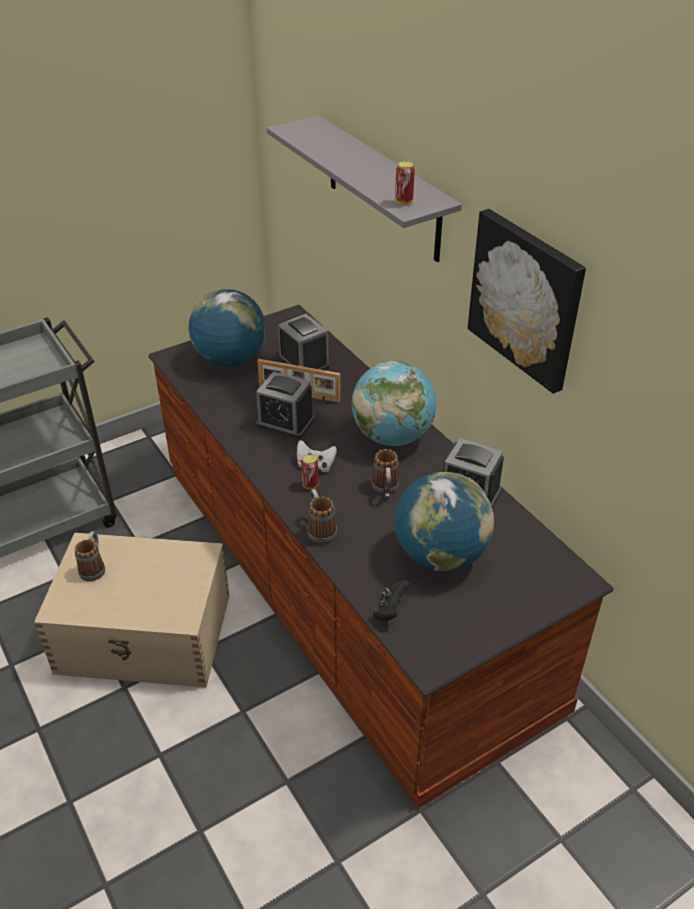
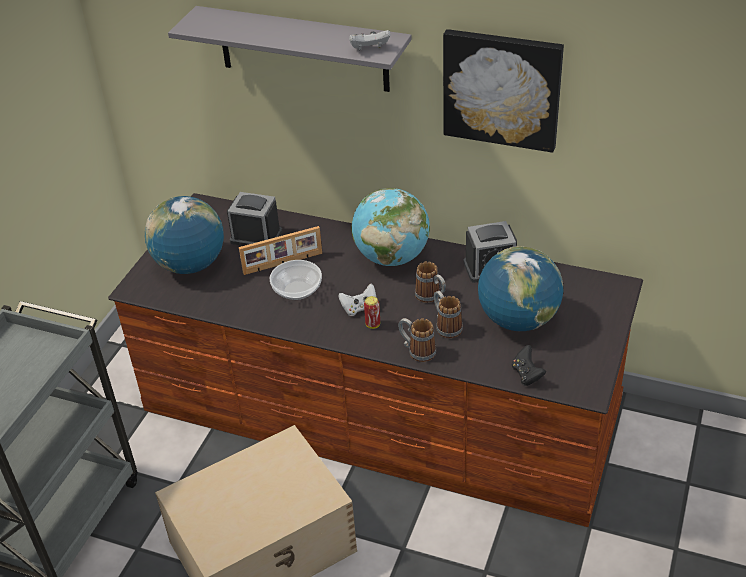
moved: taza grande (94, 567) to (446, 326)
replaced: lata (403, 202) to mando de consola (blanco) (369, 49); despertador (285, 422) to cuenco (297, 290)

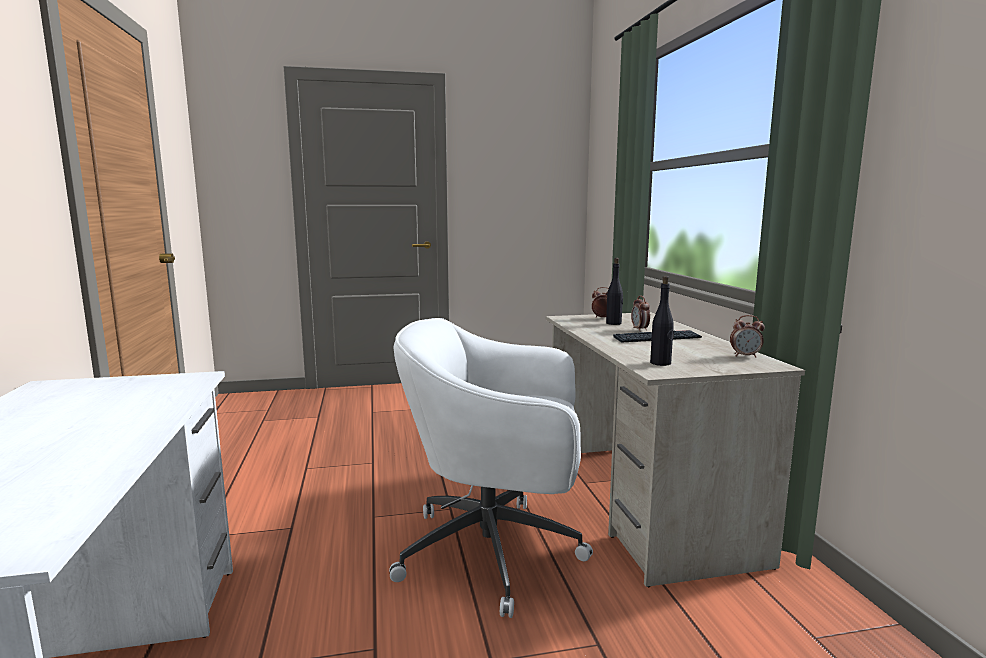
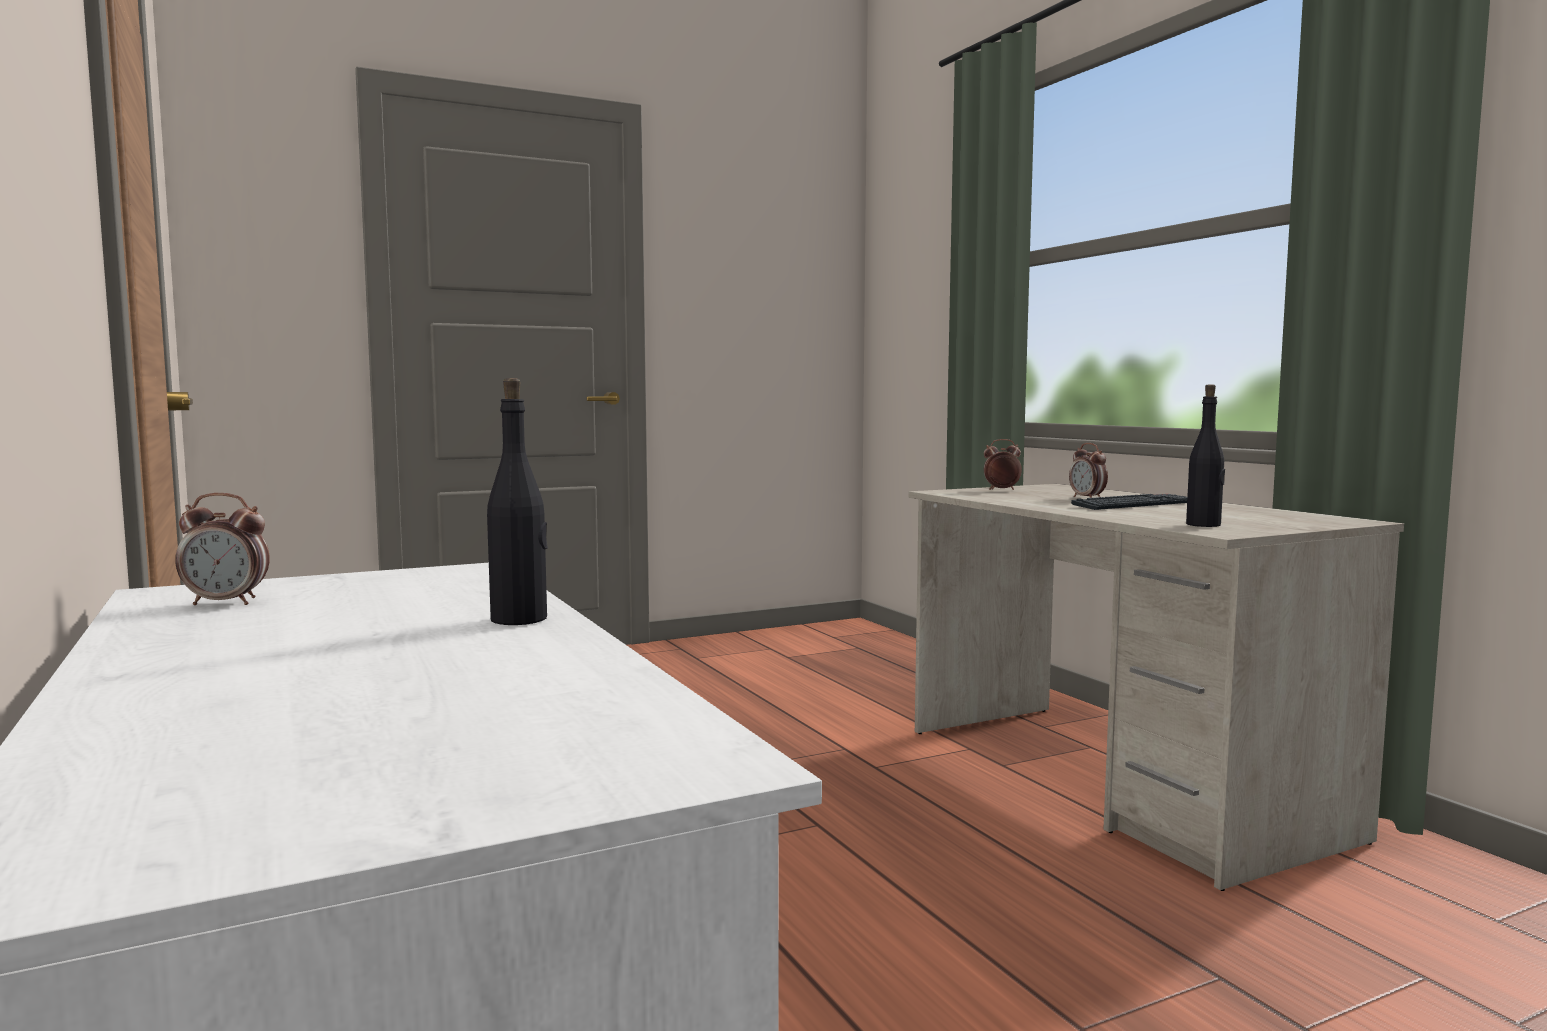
removed: silla de oficina (blanco) (495, 552)
moved: botella (negro) (614, 323) to (520, 619); despertador (745, 356) to (226, 603)

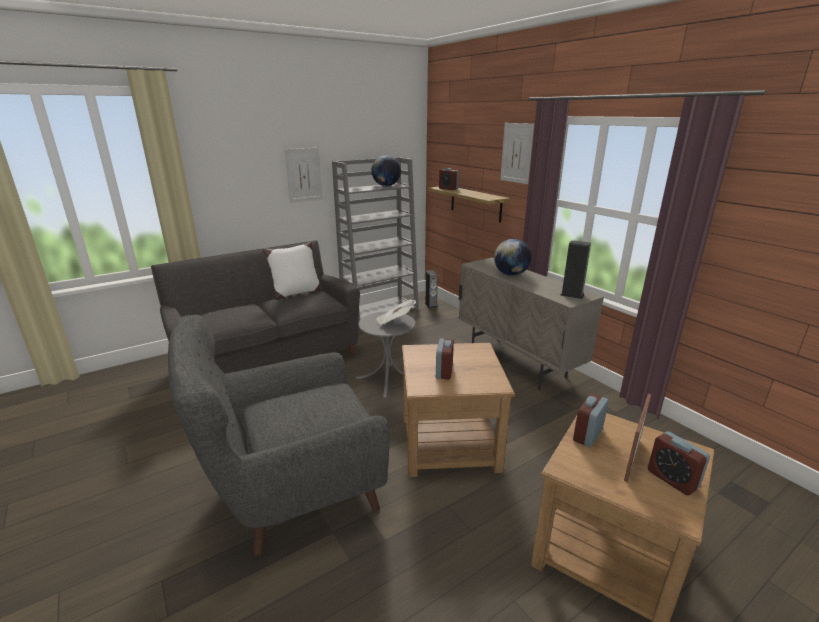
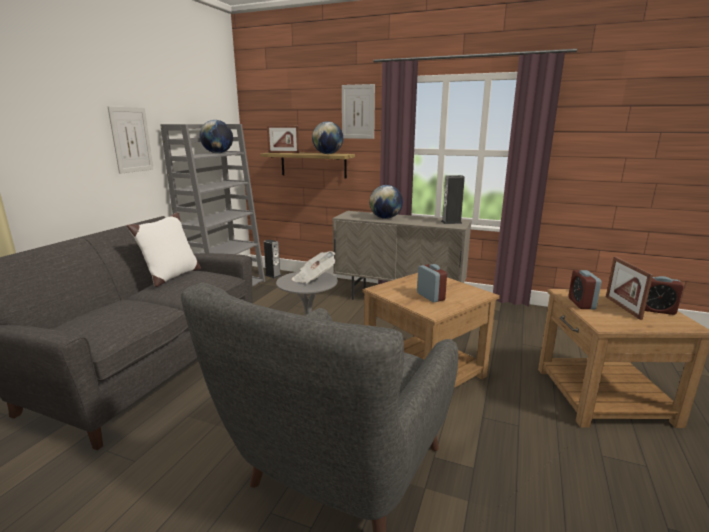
added: globo terráqueo (328, 154)
replaced: despertador (448, 189) to portarretratos (283, 152)

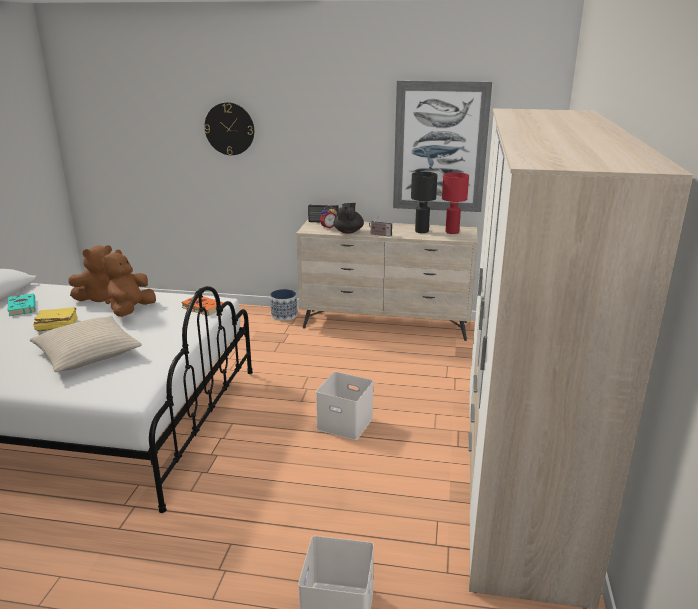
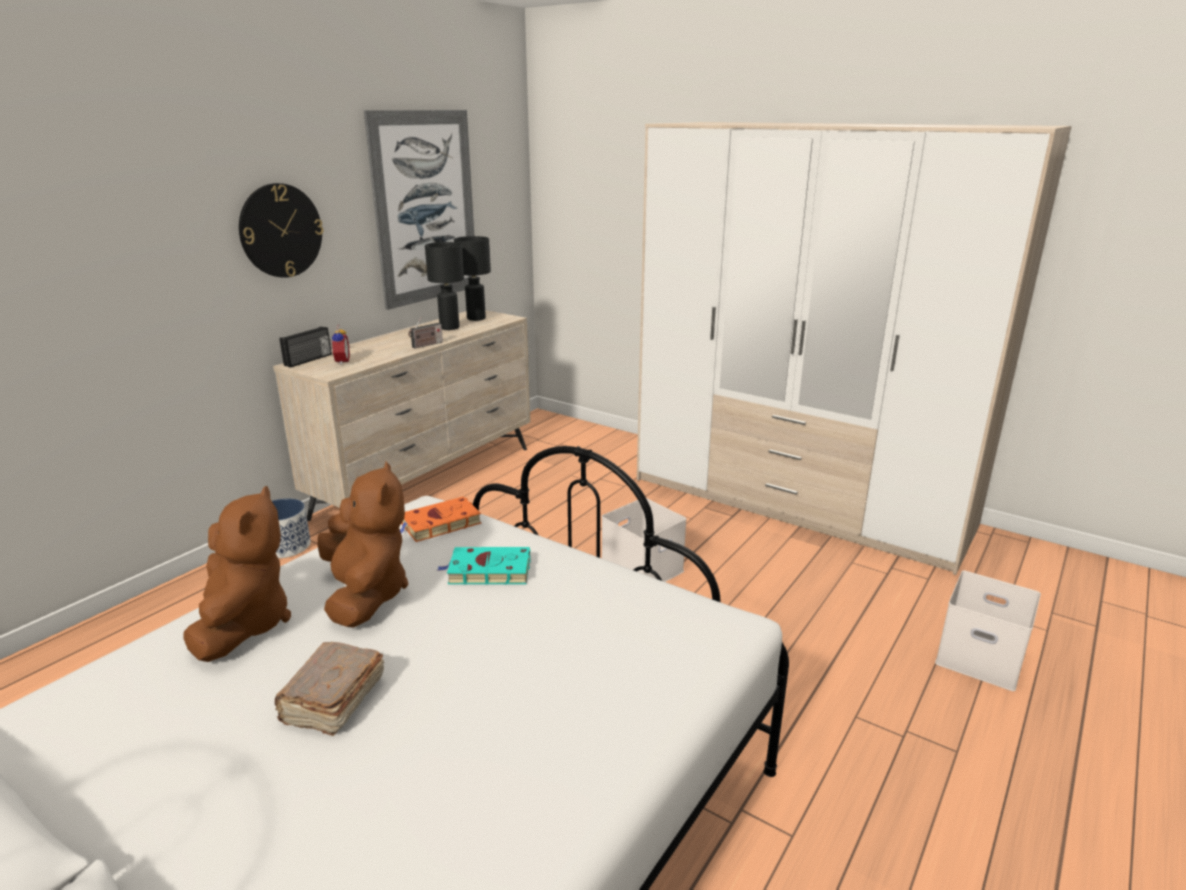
removed: tetera (negro) (348, 231); cojín (beis) (87, 354)
moved: reloj de pared (229, 129) to (281, 231); libro (turquesa) (22, 307) to (487, 571)
recoloured: lámpara de mesa (rojo) (452, 232) to lámpara de mesa (negro) (476, 318); libro (amarillo) (56, 326) to libro (marrón) (332, 701)
turned: peluche (marrón) (131, 311) = (366, 595) 150 degrees counterclockwise

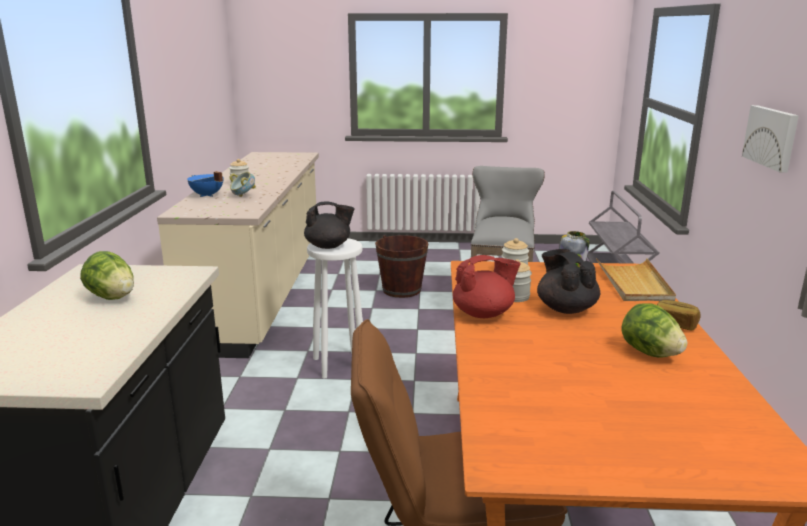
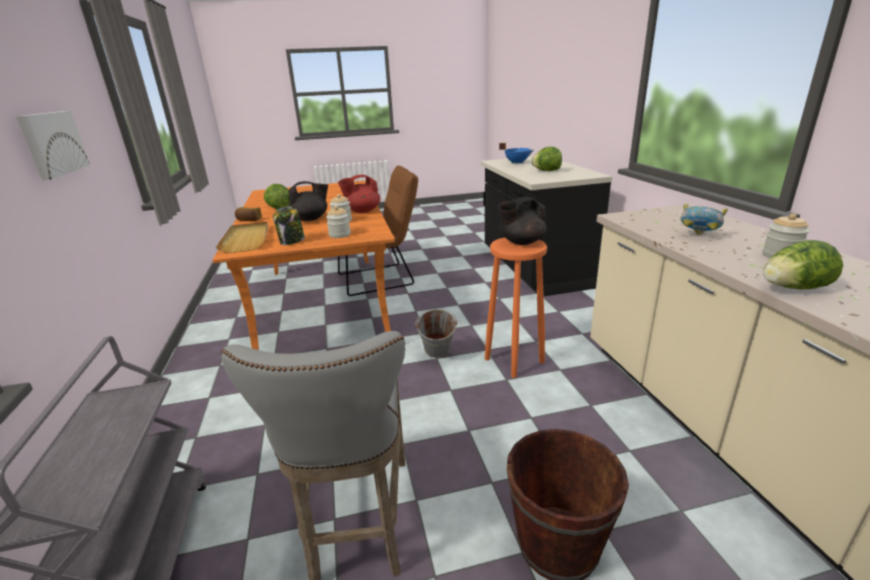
added: lechuga (793, 288); cubo (gris) (437, 357)
moved: olla (azul) (206, 195) to (517, 163)
recoloured: taburete (blanco) (339, 365) to taburete (naranja) (513, 360)
turned: tetera (negro) (565, 308) = (311, 219) 75 degrees counterclockwise

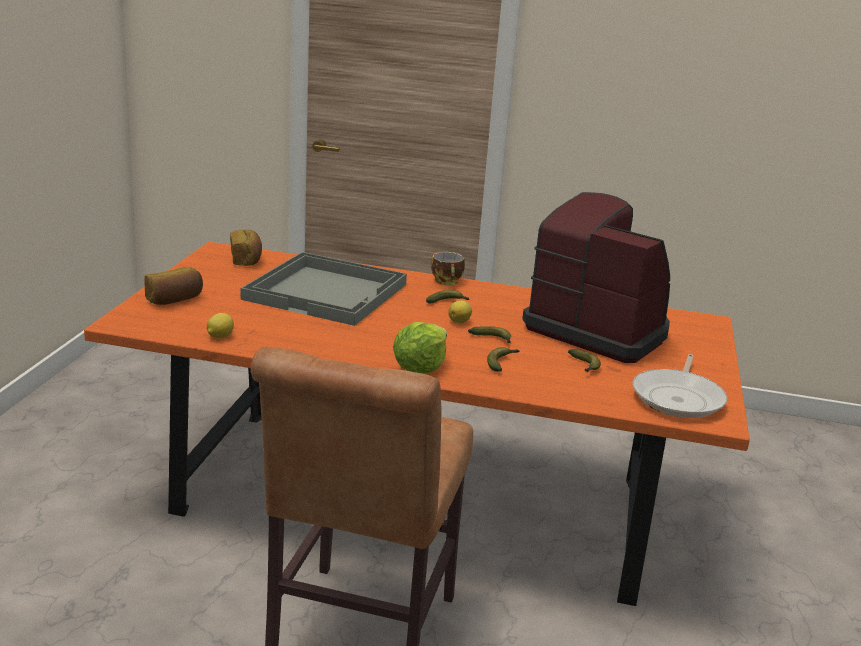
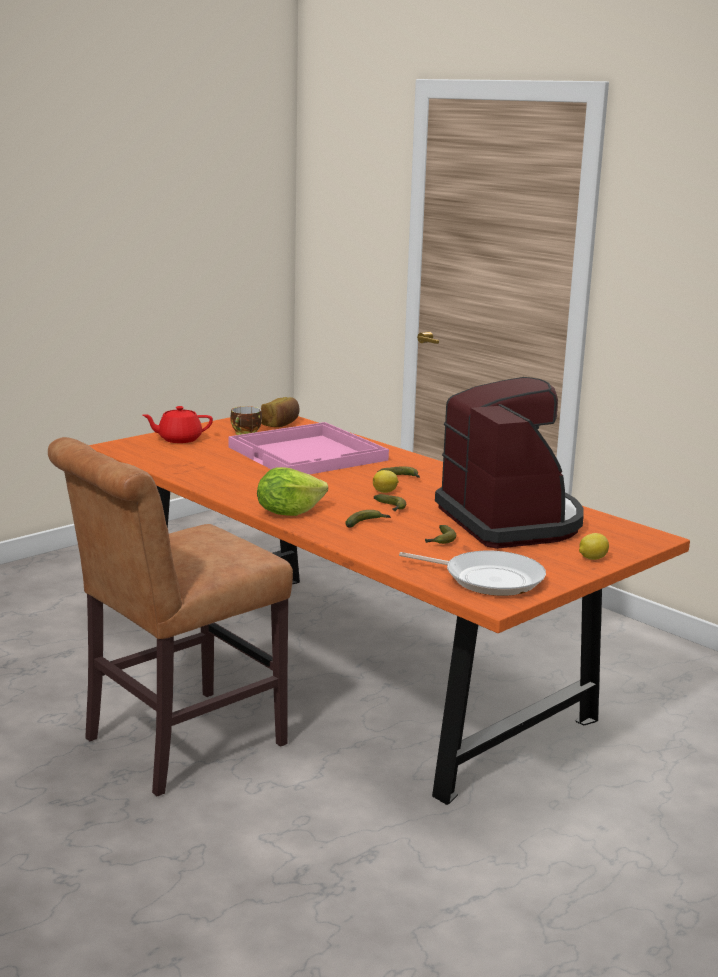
moved: taza (448, 282) to (246, 434); limón (219, 337) to (592, 558)
replaced: pan (175, 299) to tetera (rojo) (179, 439)
recoloured: bandeja (gris) (328, 291) to bandeja (rosa) (309, 454)
turned: sartén (679, 398) = (488, 579) 120 degrees counterclockwise

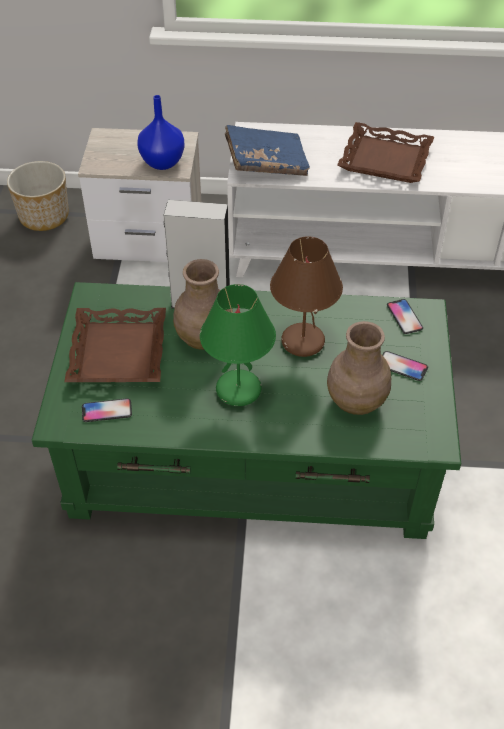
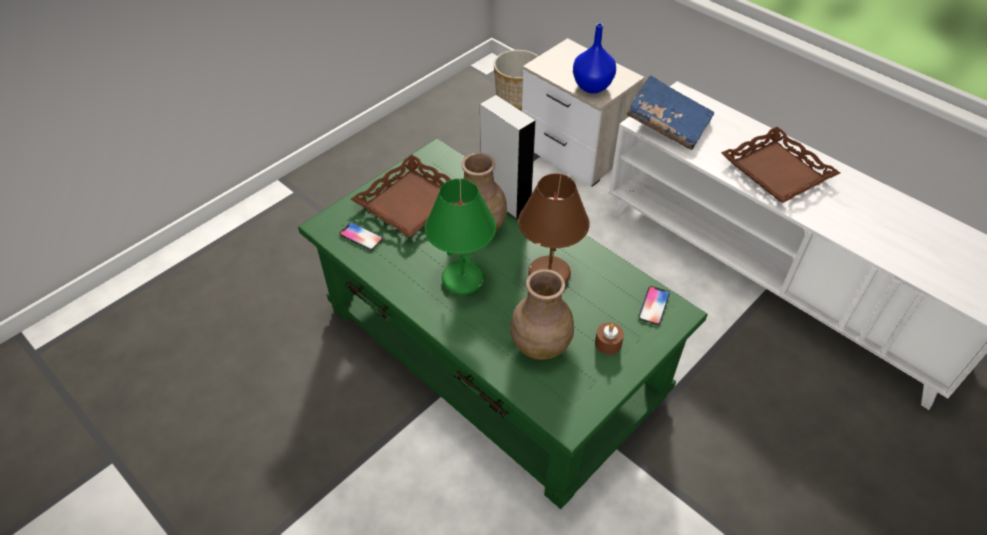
replaced: móvil (402, 366) to vela (marrón) (608, 343)

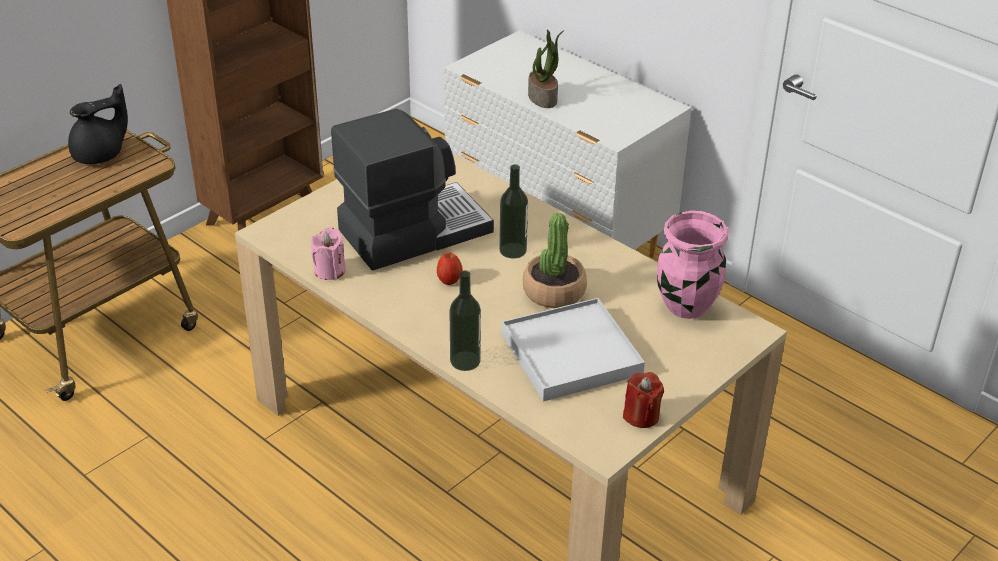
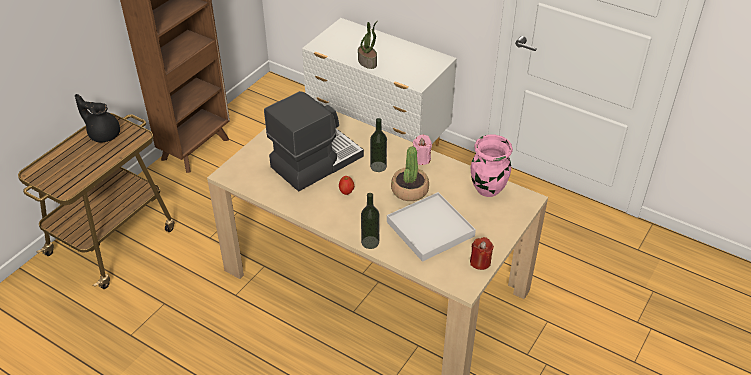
moved: vela (rosa) (329, 270) to (421, 159)
turned: tetera (negro) (101, 155) = (103, 134) 105 degrees counterclockwise

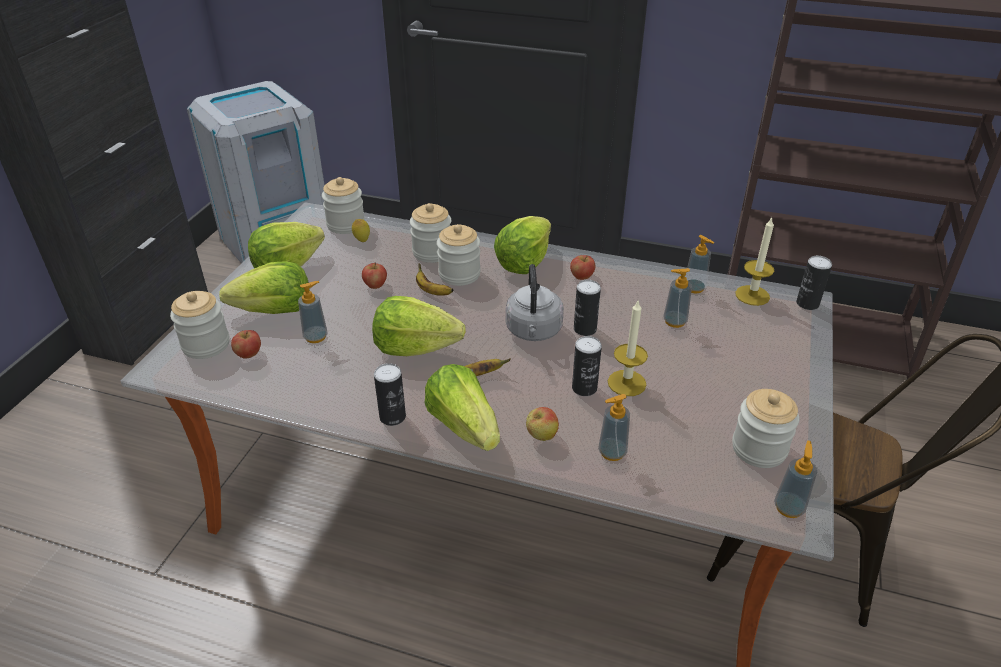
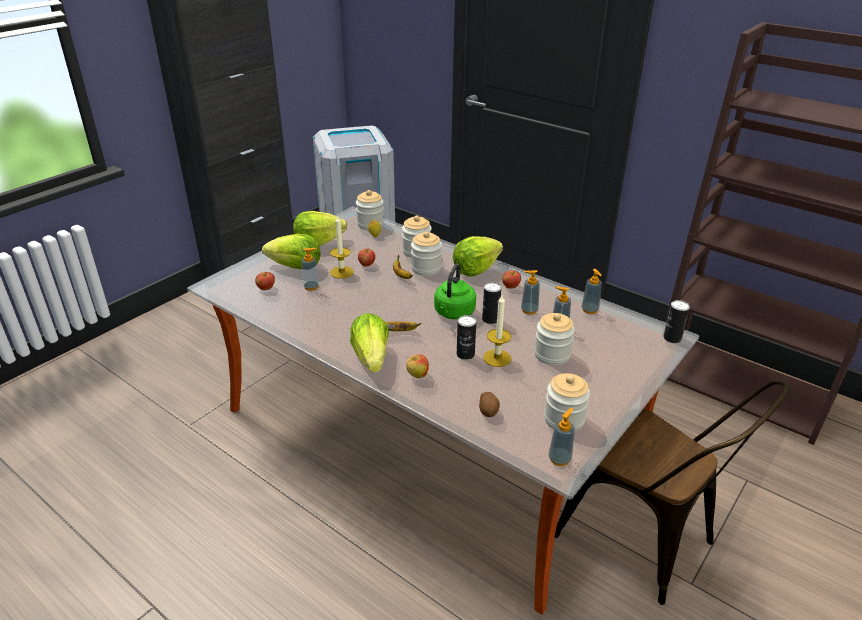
removed: lechuga (415, 347); lata (392, 417)
added: patata (489, 411)
moved: vela (752, 295) to (341, 272); tarro (206, 345) to (552, 355); dispensador de jabón (612, 452) to (529, 310)
recoloured: hervidor (gris) (533, 332) to hervidor (verde) (453, 313)

